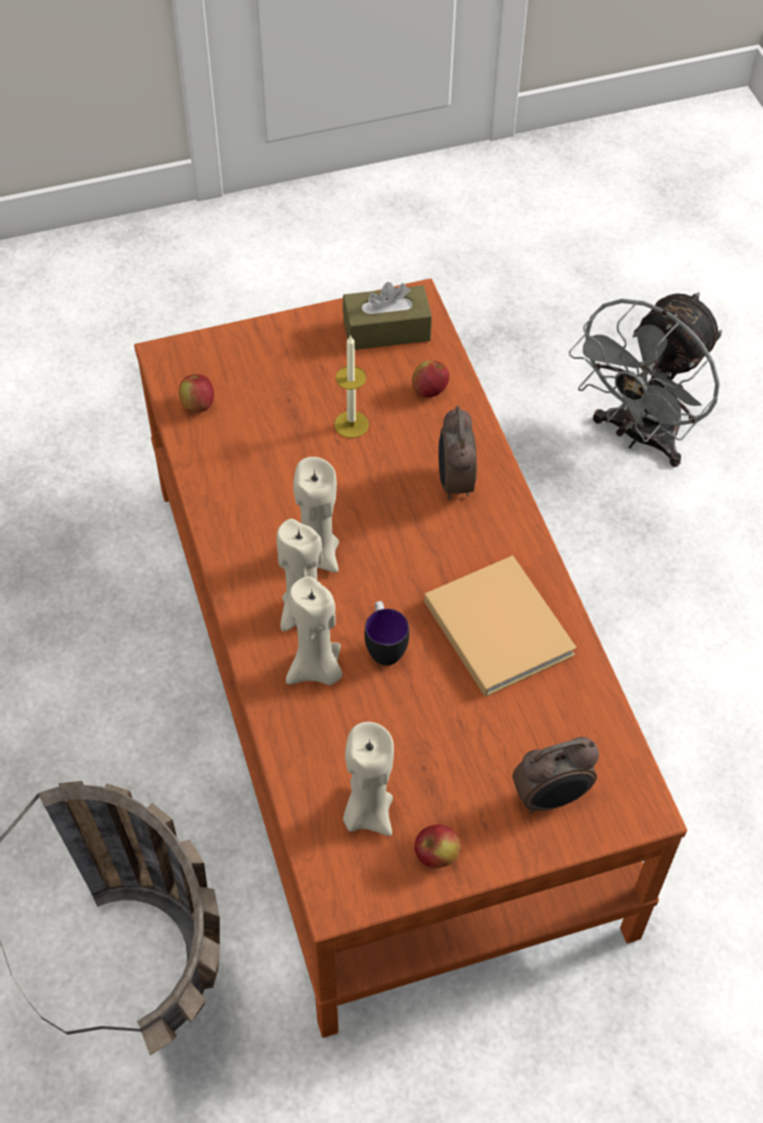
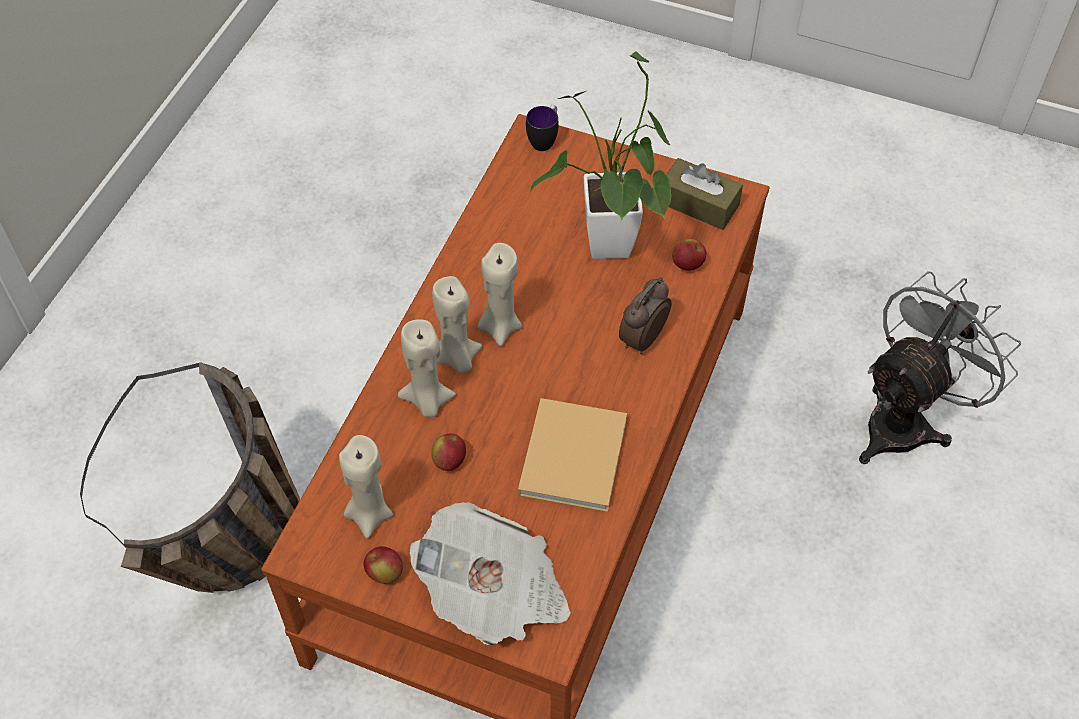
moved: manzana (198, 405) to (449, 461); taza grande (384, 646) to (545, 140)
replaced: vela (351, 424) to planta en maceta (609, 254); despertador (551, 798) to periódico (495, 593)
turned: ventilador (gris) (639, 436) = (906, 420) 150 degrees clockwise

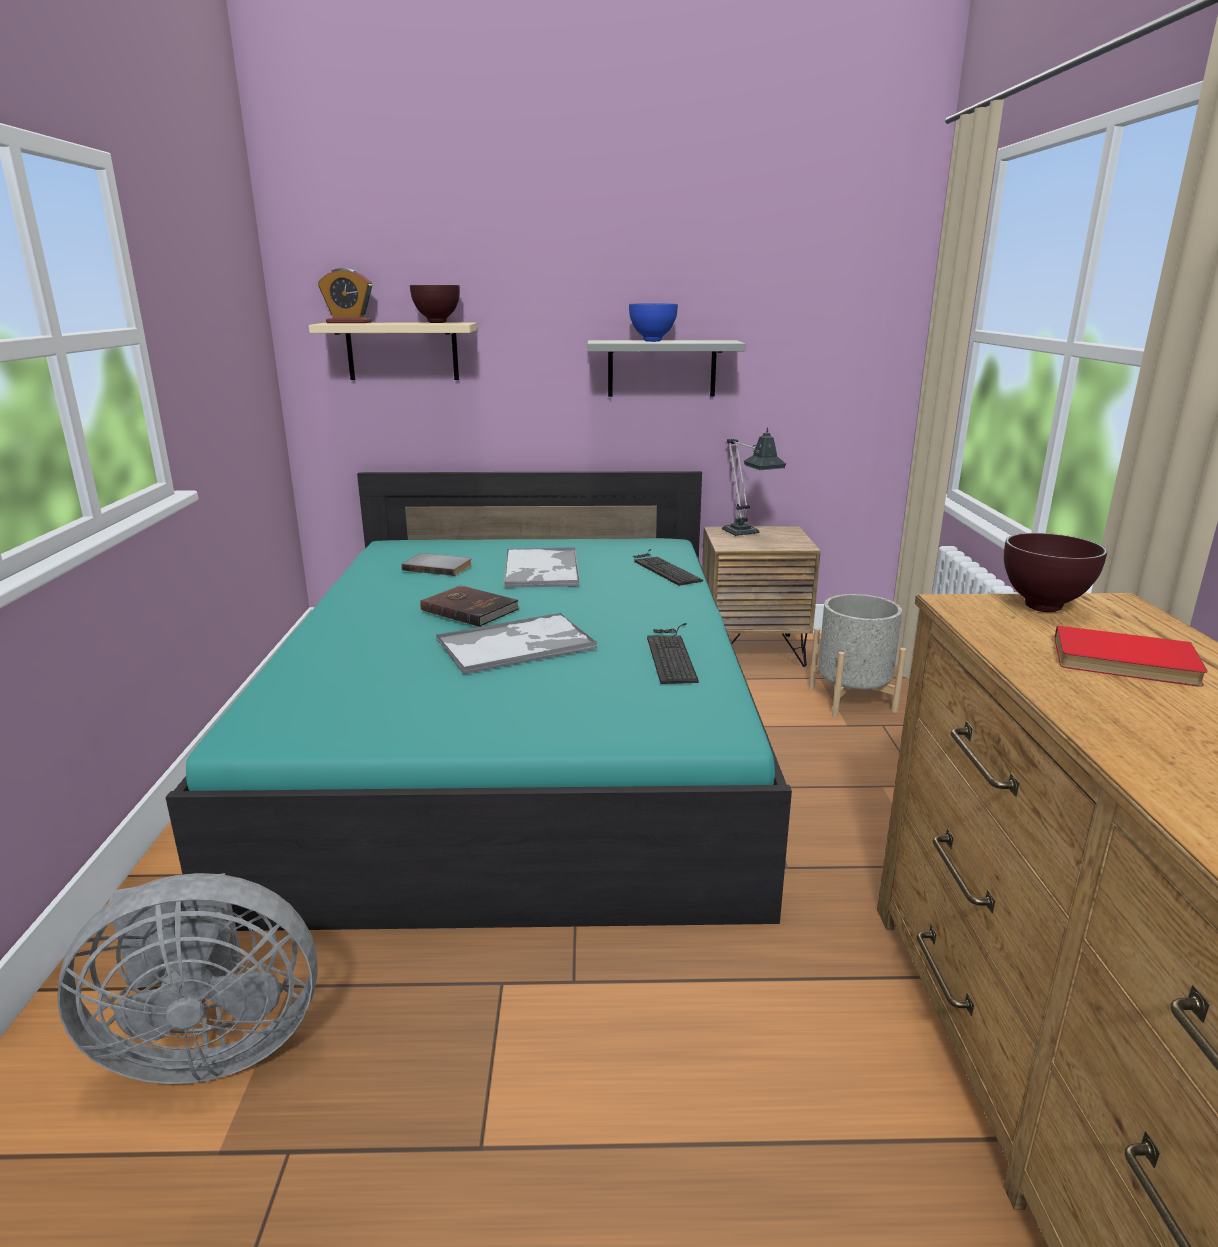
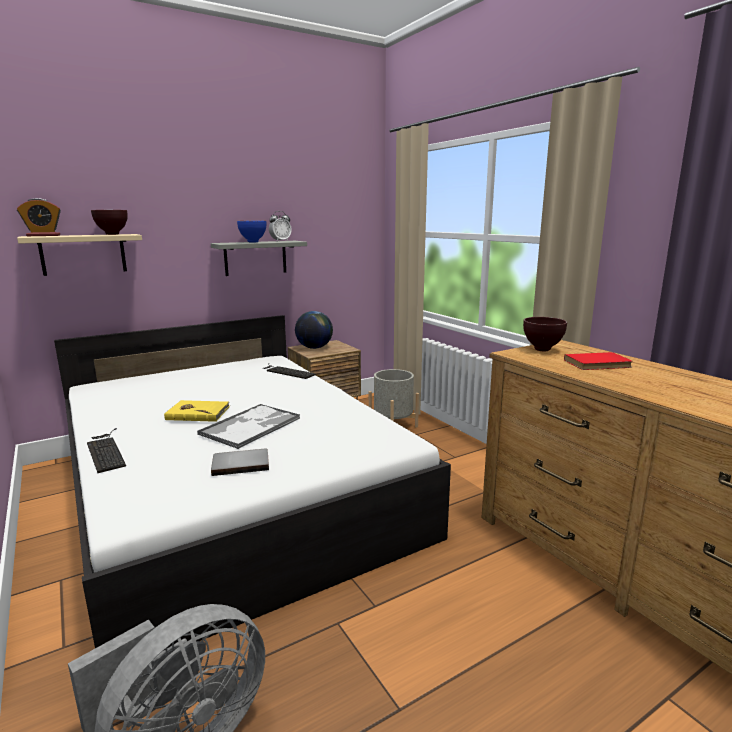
removed: bandeja (541, 570)
added: despertador (280, 241)
moved: libro (gris) (438, 567) to (241, 463); teclado (671, 653) to (106, 450)
replaced: lámpara de mesa (744, 534) to globo terráqueo (314, 348)
recoloured: cama (turquesa) (518, 739) to cama (blanco) (232, 491); libro (marrón) (470, 609) to libro (amarillo) (197, 413)

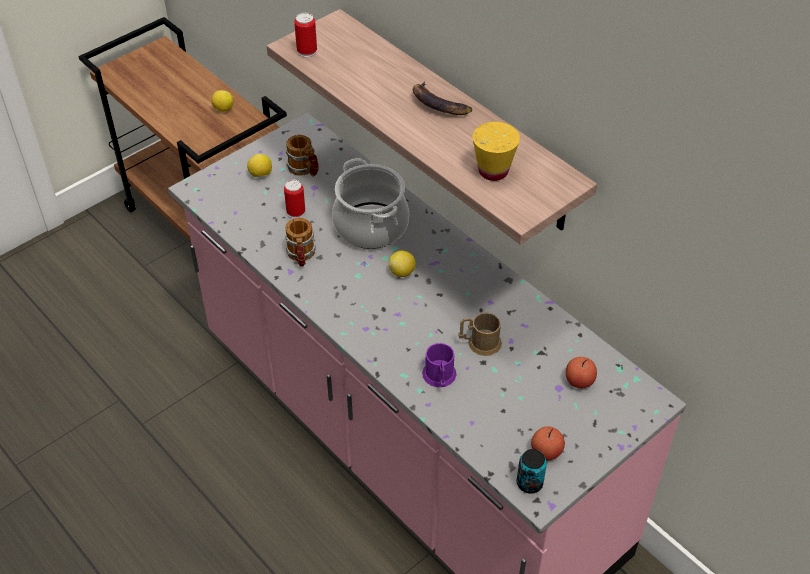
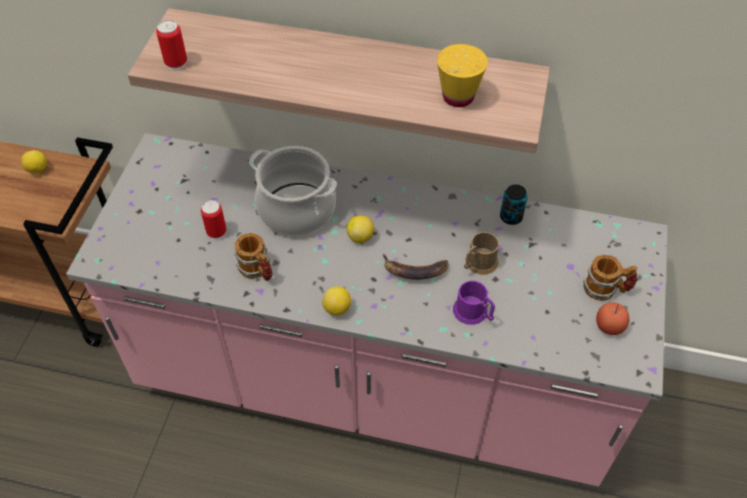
removed: manzana (579, 381)
moved: plátano (438, 104) to (414, 270); taza grande (305, 170) to (606, 289); limón (260, 175) to (337, 309); lata (529, 483) to (511, 217)

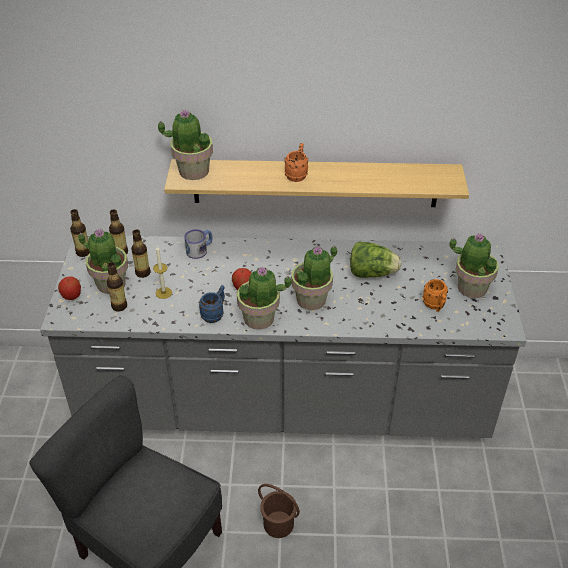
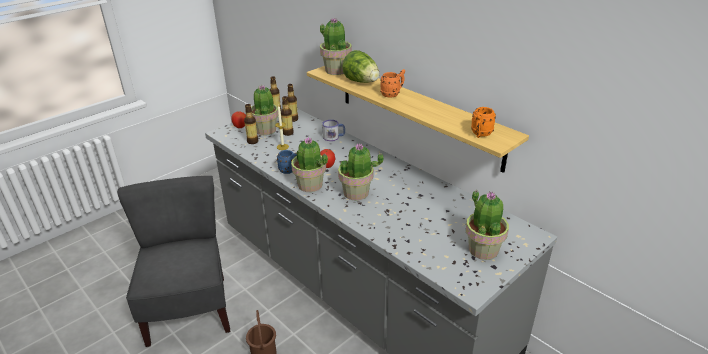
moved: lechuga (371, 273) to (362, 82); taza grande (naranja) (435, 306) to (480, 134)

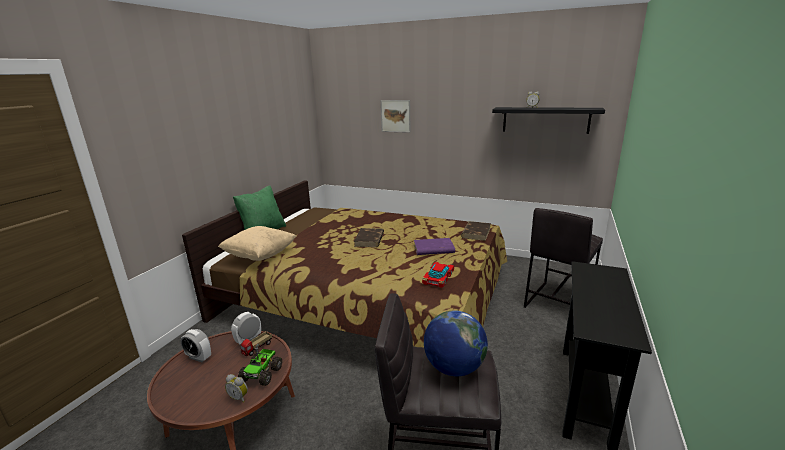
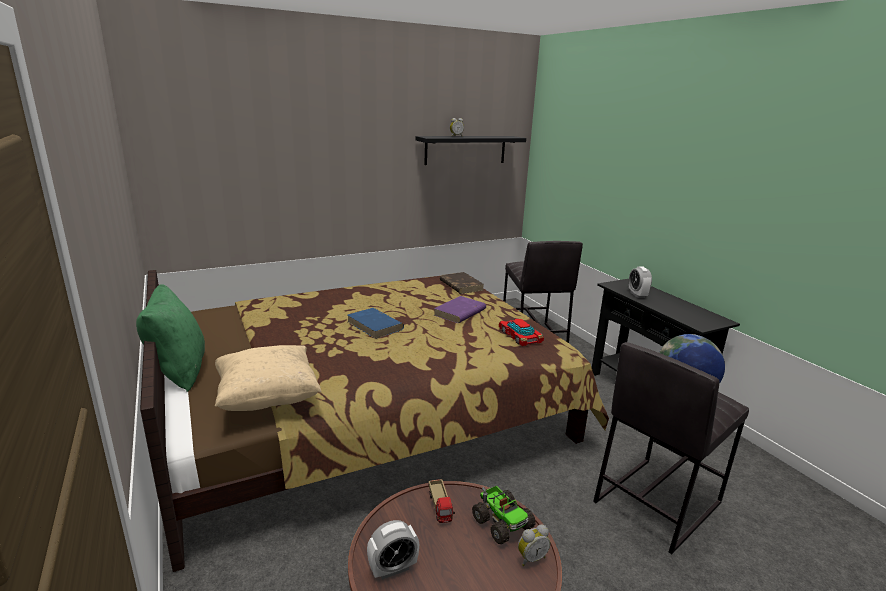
removed: cuadro (395, 116)
moved: despertador (249, 339) to (637, 295)
recoloured: libro (marrón) (369, 240) to libro (azul) (375, 326)

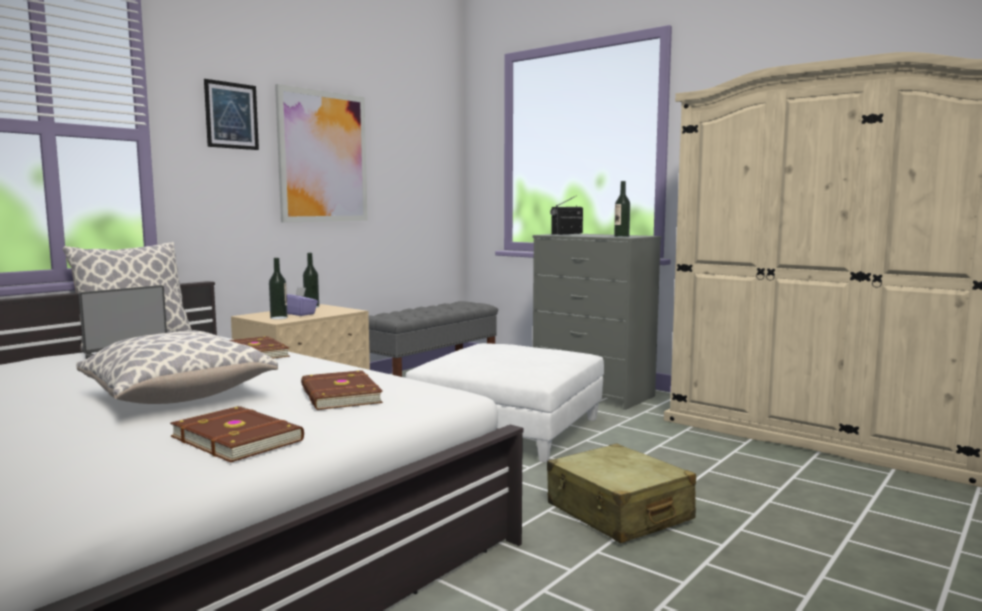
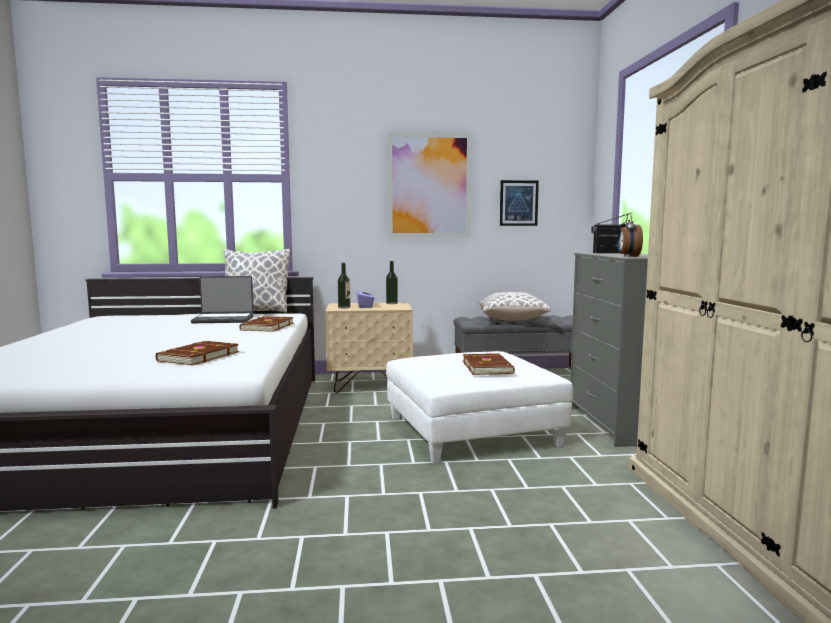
removed: maleta (beis) (618, 512)
moved: cuadro (231, 115) to (518, 203); cojín (178, 397) to (512, 320); libro (marrón) (238, 438) to (488, 367)
replaced: botella (621, 236) to despertador (628, 256)

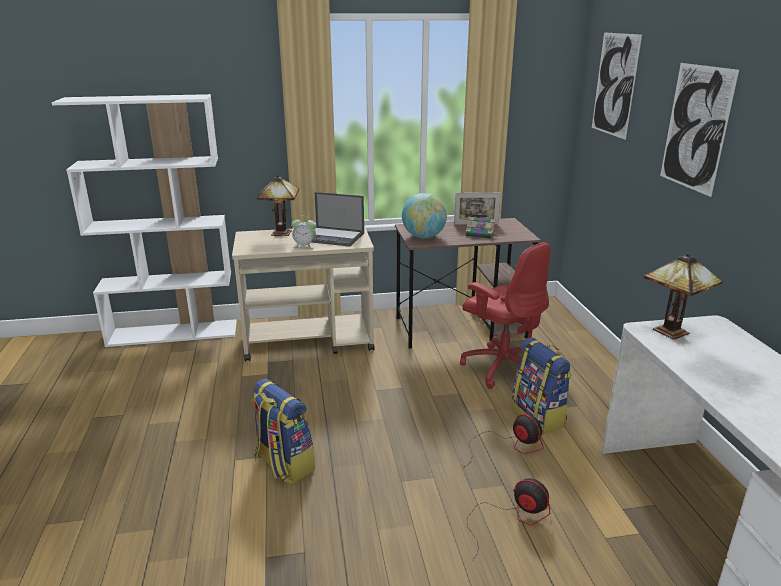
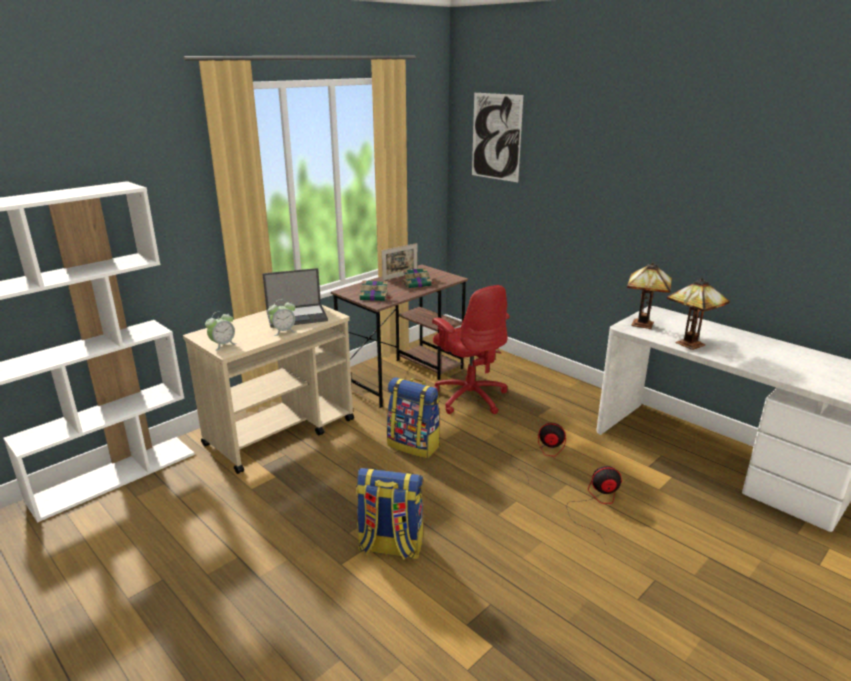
removed: cuadro (695, 128)
added: despertador (223, 345)
moved: lámpara de mesa (280, 232) to (687, 344); mochila (539, 417) to (414, 445)
replaced: globo terráqueo (423, 237) to libro (374, 297)
turned: silla de oficina (rojo) (502, 367) = (470, 397) 45 degrees clockwise

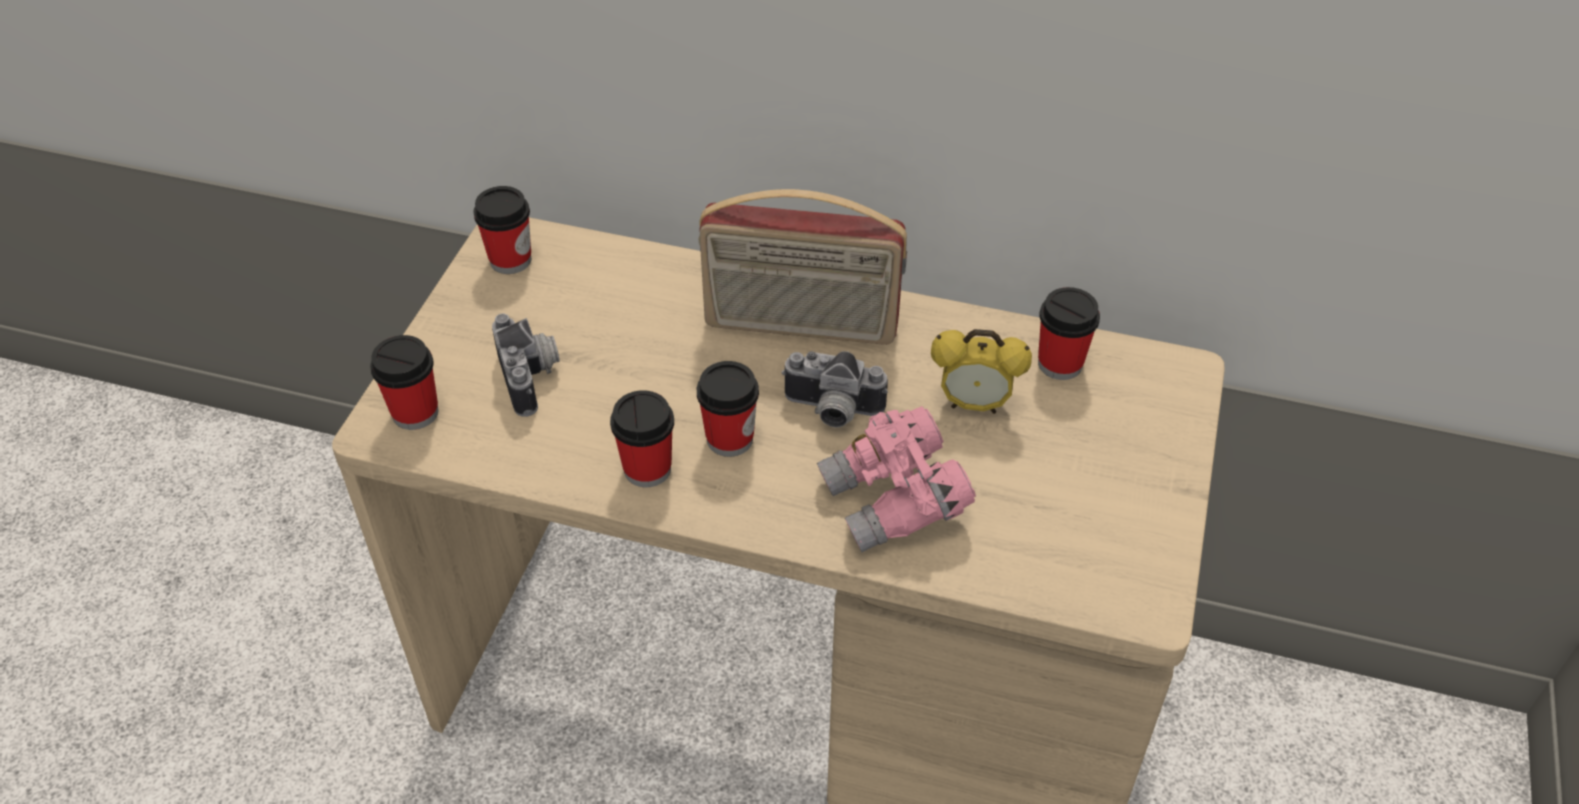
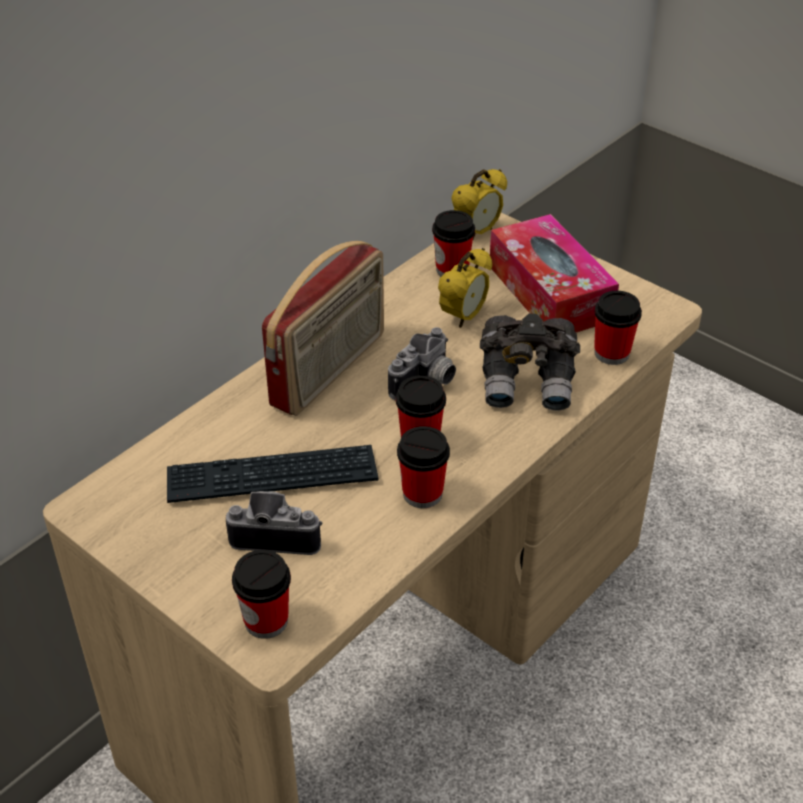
added: despertador (477, 232); caja de pañuelos (549, 292); teclado (272, 477)
moved: taza (510, 260) to (611, 353)
recoloured: prismáticos (rosa) (894, 502) to prismáticos (gris) (528, 381)

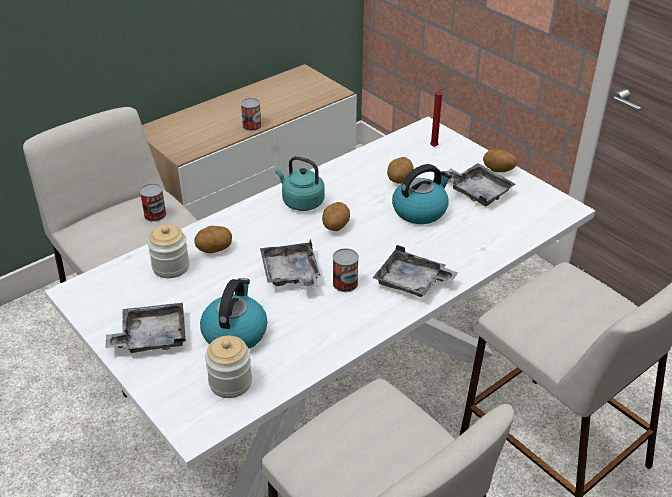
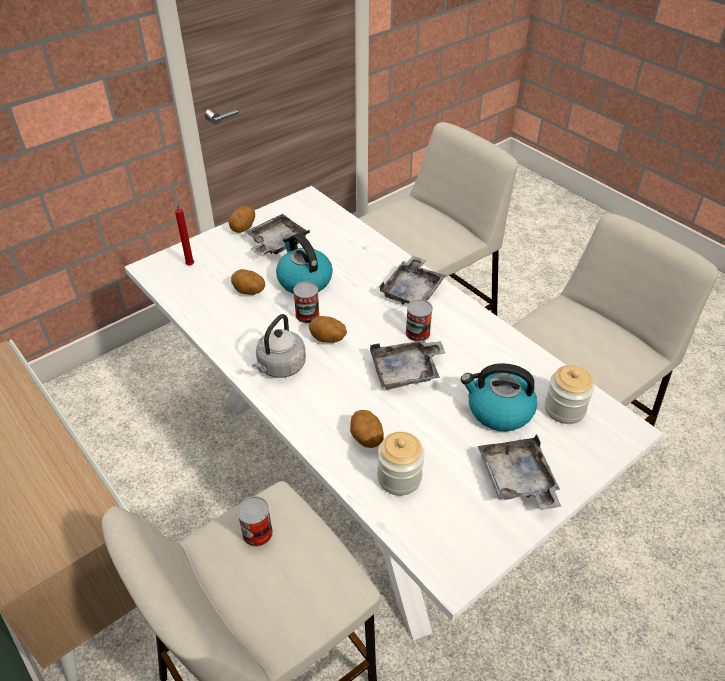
moved: lata (252, 126) to (307, 315)
recoloured: hervidor (turquesa) (301, 202) to hervidor (gris) (280, 367)

